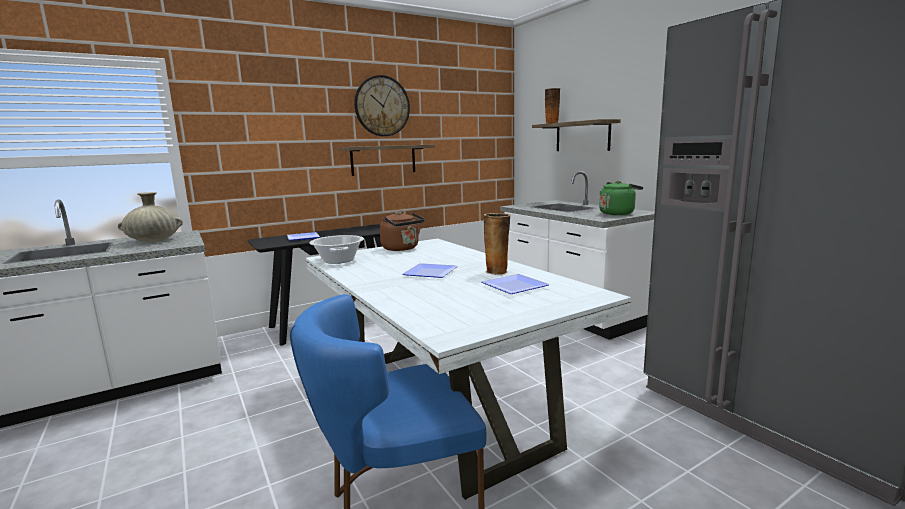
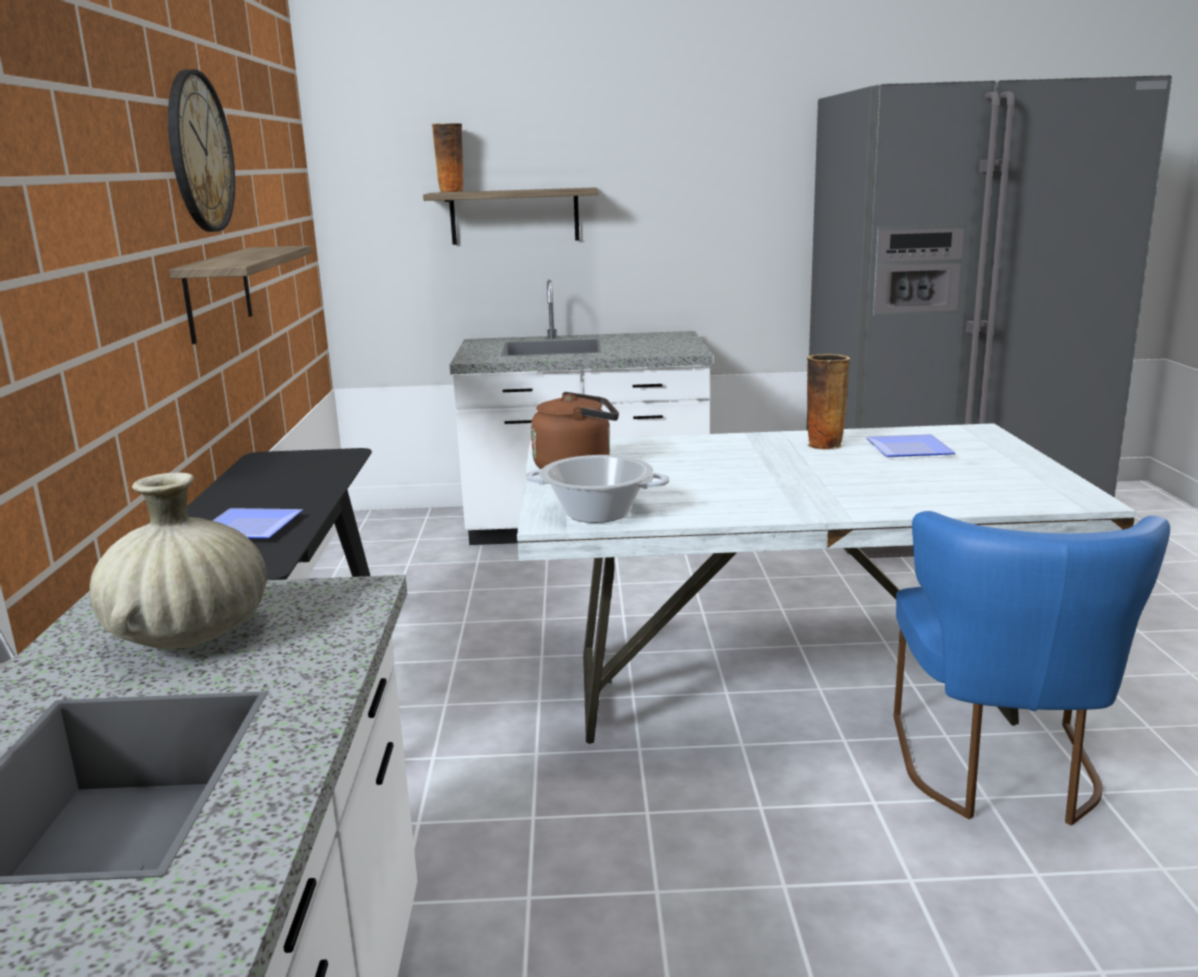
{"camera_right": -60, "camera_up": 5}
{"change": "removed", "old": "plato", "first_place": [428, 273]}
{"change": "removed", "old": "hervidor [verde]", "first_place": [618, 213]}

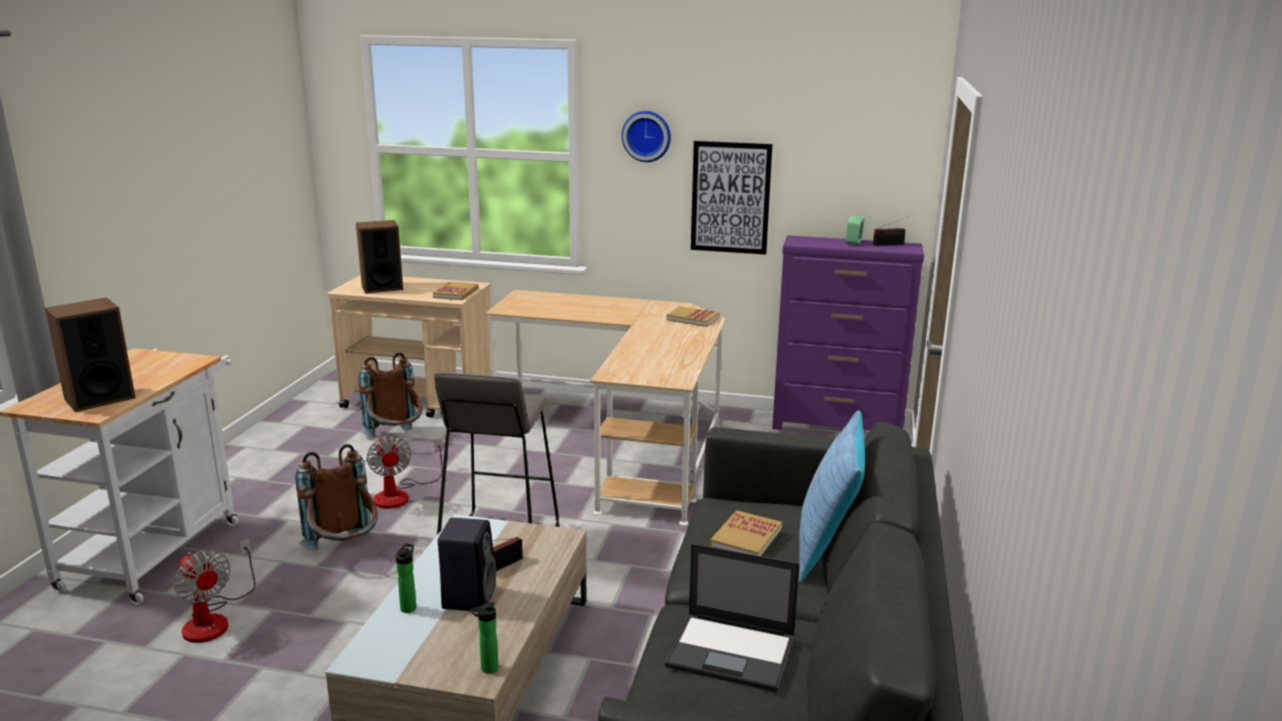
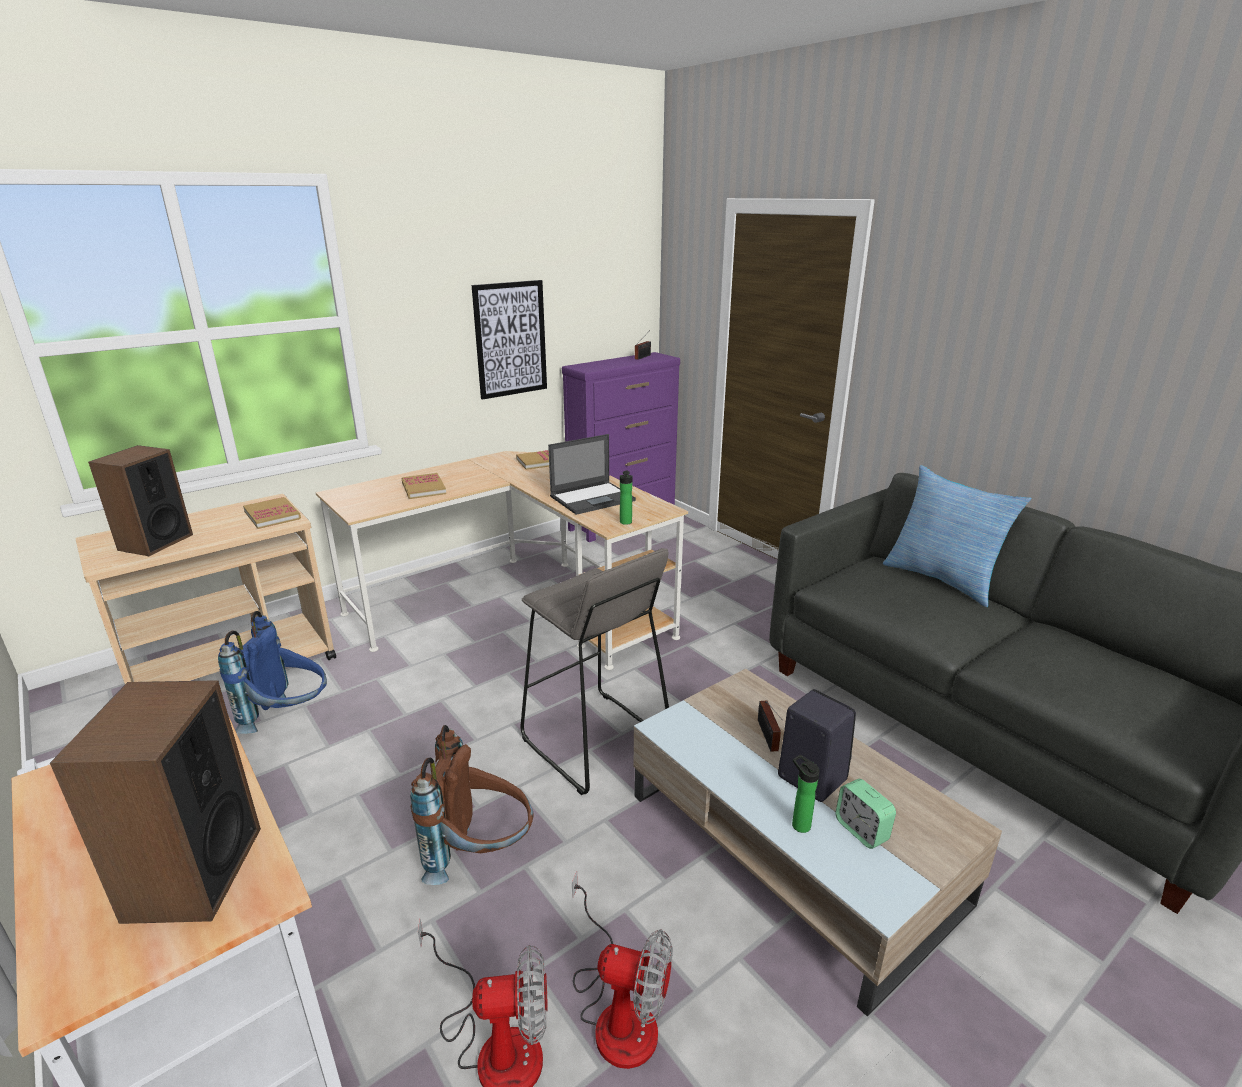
{"camera_right": -50, "camera_up": 5}
{"change": "recoloured", "old": "mochila [marrón]", "new": "mochila [azul]", "first_place": [396, 439], "second_place": [289, 718]}
{"change": "moved", "old": "ventilador", "first_place": [400, 494], "second_place": [617, 1011]}
{"change": "moved", "old": "botella", "first_place": [487, 669], "second_place": [625, 523]}
{"change": "removed", "old": "reloj de pared", "first_place": [647, 136]}
{"change": "moved", "old": "portátil", "first_place": [732, 652], "second_place": [593, 498]}
{"change": "moved", "old": "libro", "first_place": [746, 538], "second_place": [423, 488]}
{"change": "moved", "old": "despertador", "first_place": [853, 242], "second_place": [861, 830]}

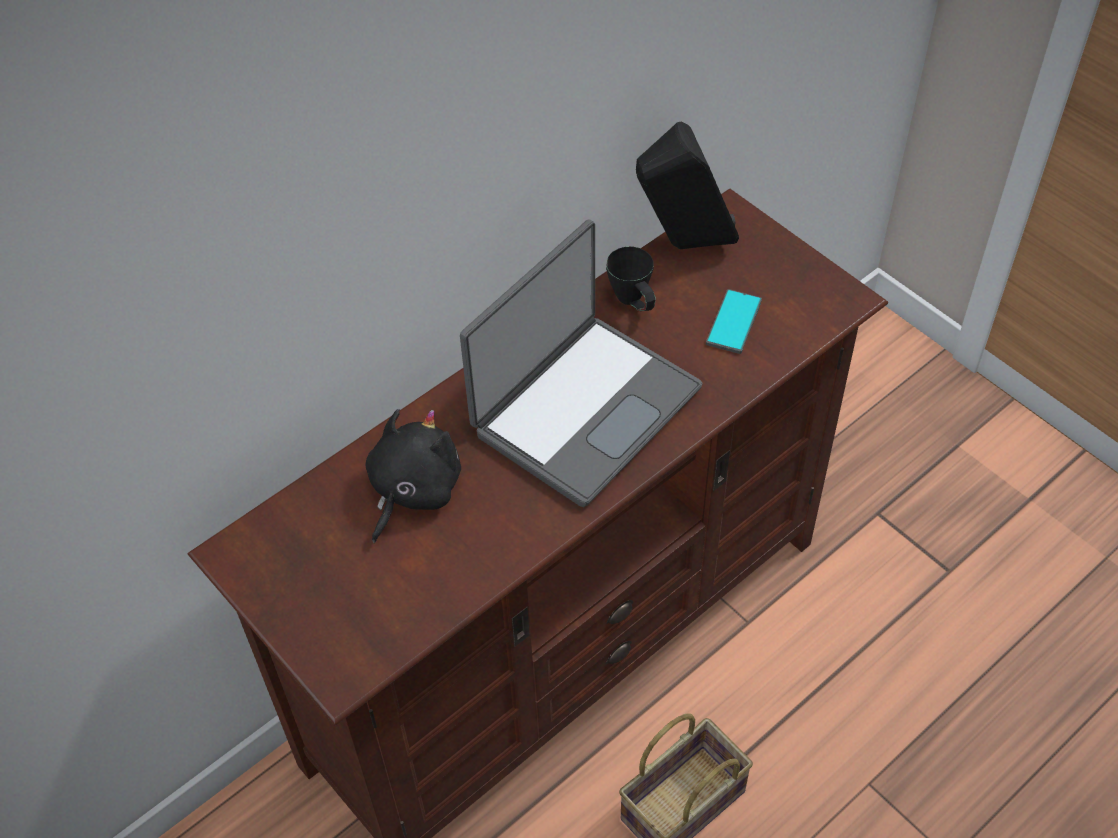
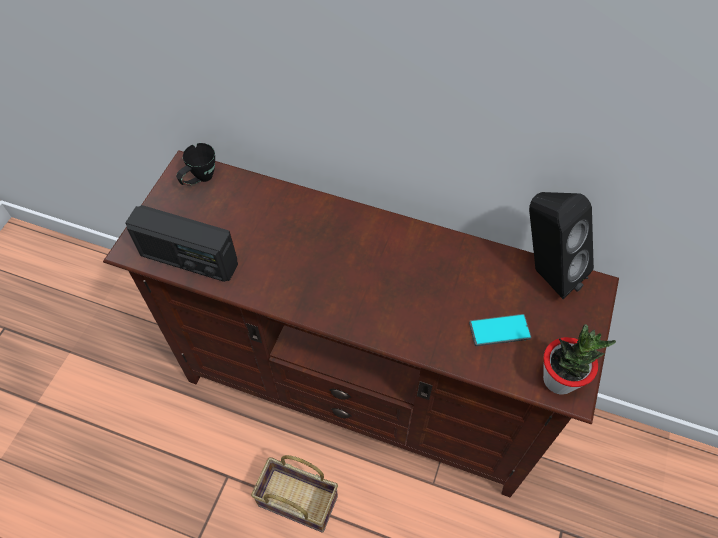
{"camera_right": 60, "camera_up": 5}
{"change": "removed", "old": "peluche [negro]", "first_place": [412, 490]}
{"change": "removed", "old": "portátil", "first_place": [584, 408]}
{"change": "moved", "old": "taza grande [negro]", "first_place": [634, 303], "second_place": [199, 180]}
{"change": "added", "new": "radio", "second_place": [188, 259]}
{"change": "added", "new": "planta en maceta", "second_place": [559, 379]}

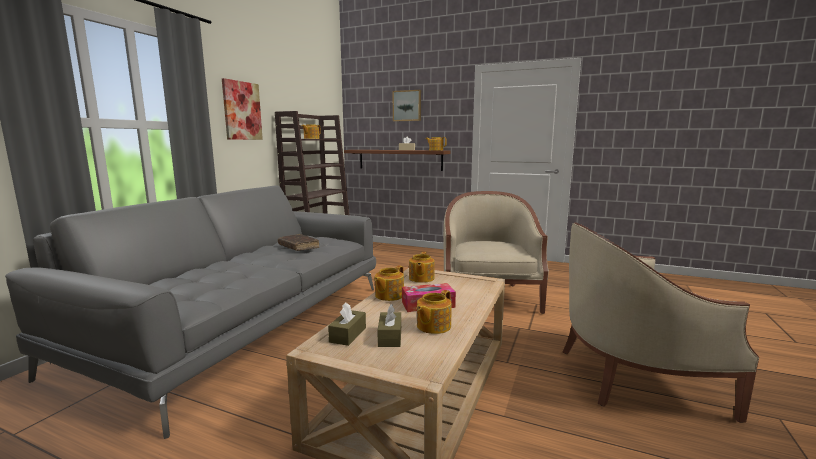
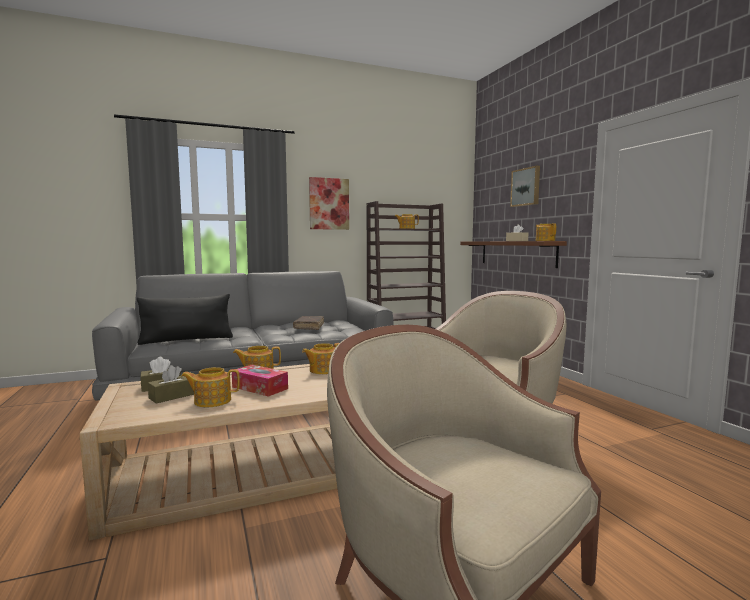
{"camera_right": 45, "camera_up": -5}
{"change": "added", "new": "cojín [negro]", "second_place": [187, 340]}

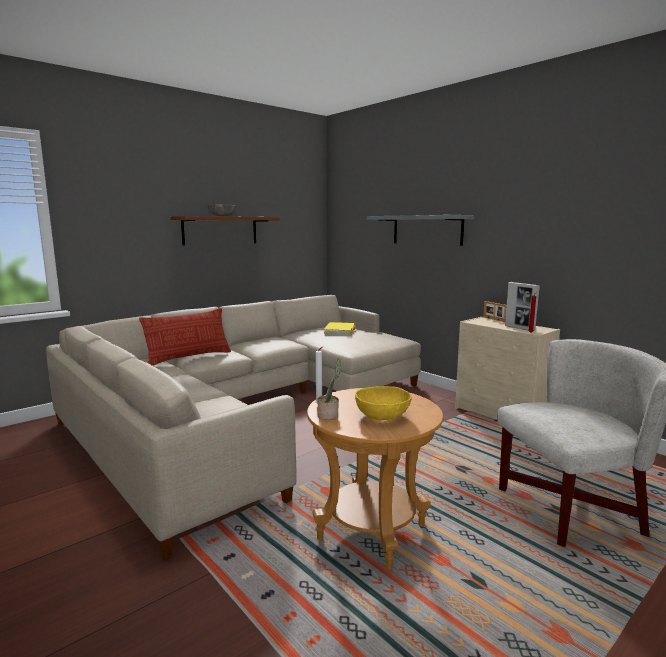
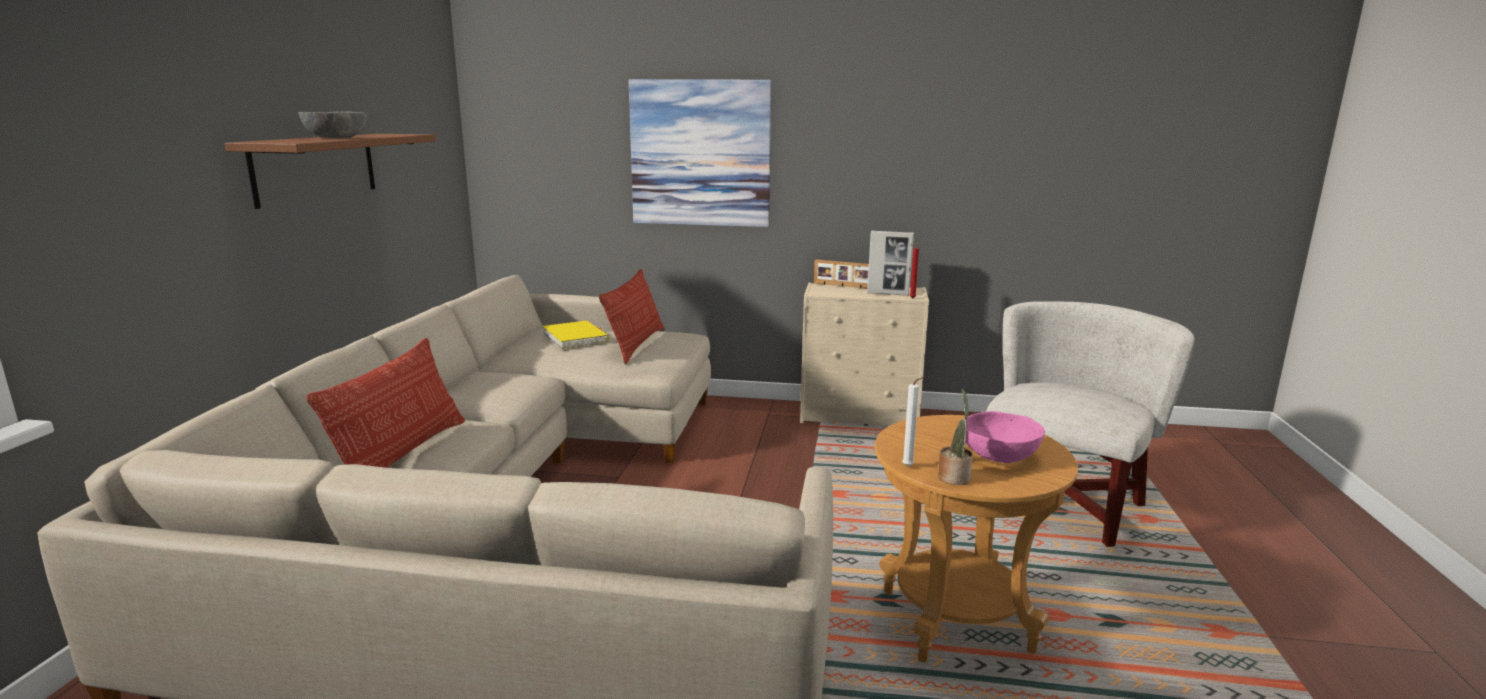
{"camera_right": -40, "camera_up": 5}
{"change": "recoloured", "old": "cuenco [amarillo]", "new": "cuenco [rosa]", "first_place": [382, 416], "second_place": [999, 455]}
{"change": "replaced", "old": "estante [gris]", "new": "cuadro", "first_place": [427, 230], "second_place": [700, 153]}
{"change": "added", "new": "cojín", "second_place": [636, 344]}

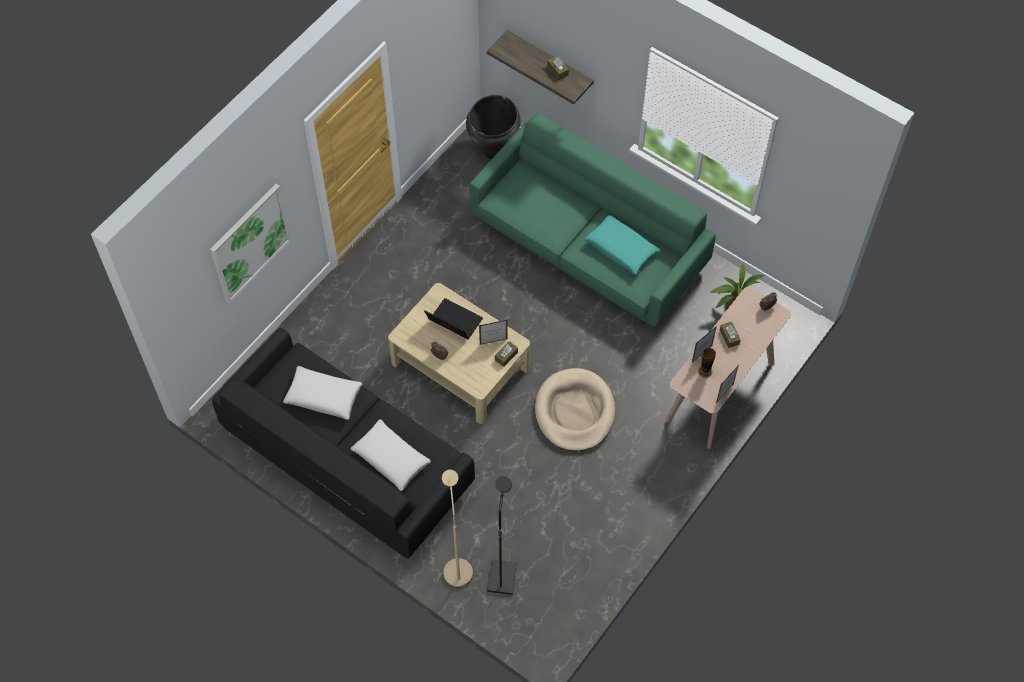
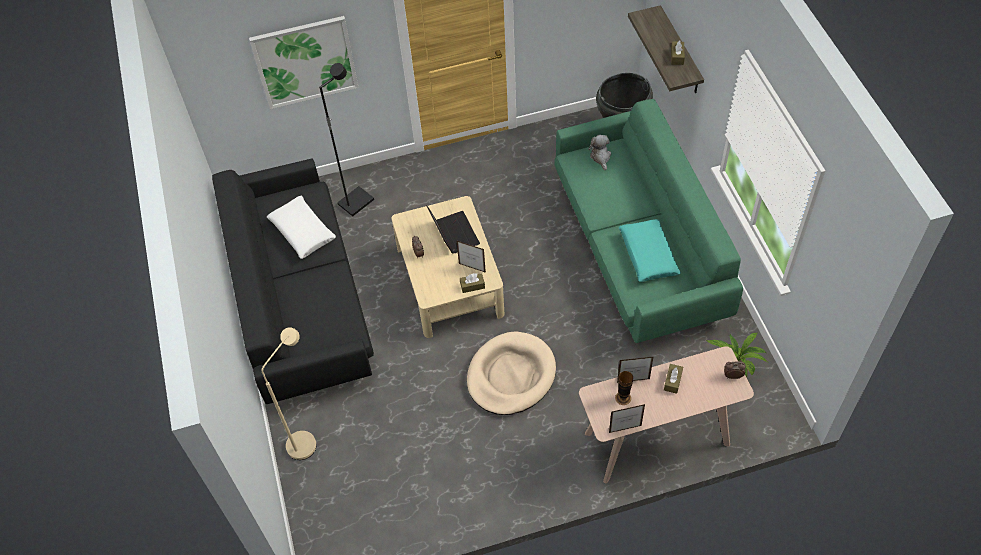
{"camera_right": 40, "camera_up": -5}
{"change": "removed", "old": "cojín [blanco]", "first_place": [391, 458]}
{"change": "moved", "old": "lámpara de pie [negro]", "first_place": [501, 577], "second_place": [355, 202]}
{"change": "added", "new": "peluche", "second_place": [600, 157]}

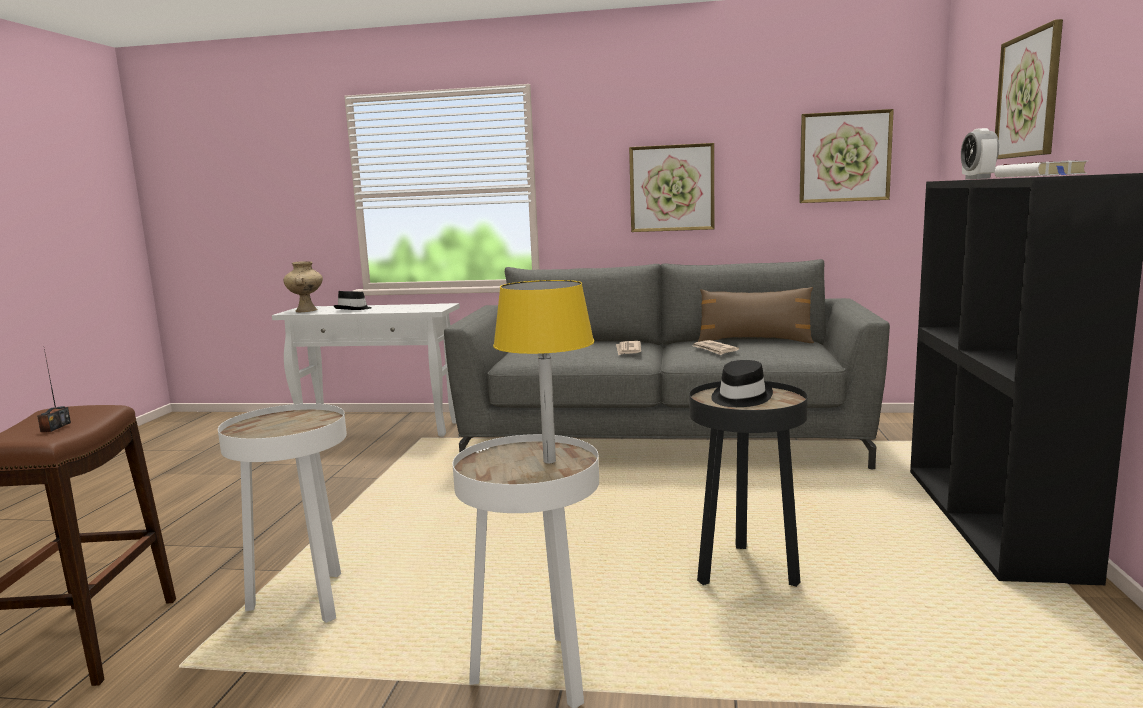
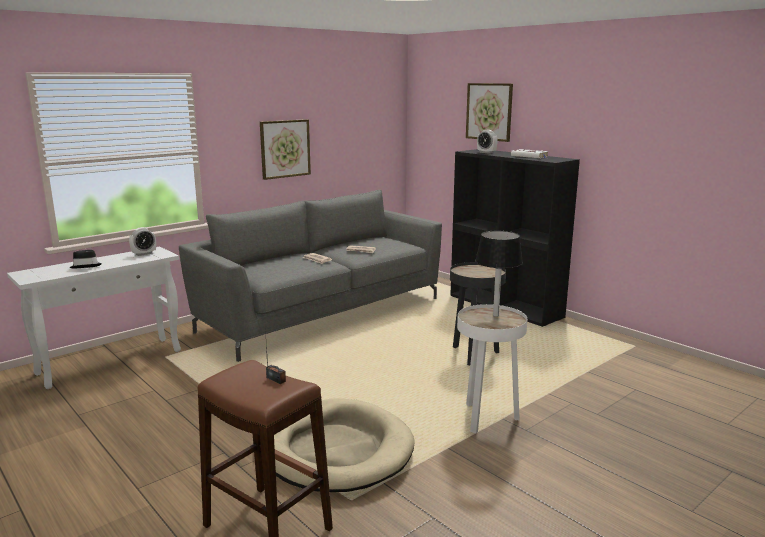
{"camera_right": -50, "camera_up": 5}
{"change": "replaced", "old": "mesa auxiliar [blanco]", "new": "cama para perro [beis]", "first_place": [305, 601], "second_place": [334, 450]}
{"change": "removed", "old": "florero [beis]", "first_place": [307, 310]}
{"change": "recoloured", "old": "lámpara de mesa [amarillo]", "new": "lámpara de mesa [negro]", "first_place": [550, 461], "second_place": [495, 315]}
{"change": "removed", "old": "cojín [marrón]", "first_place": [754, 341]}
{"change": "removed", "old": "sombrero [negro]", "first_place": [740, 398]}
{"change": "removed", "old": "cuadro", "first_place": [844, 157]}
{"change": "added", "new": "despertador", "second_place": [144, 254]}

